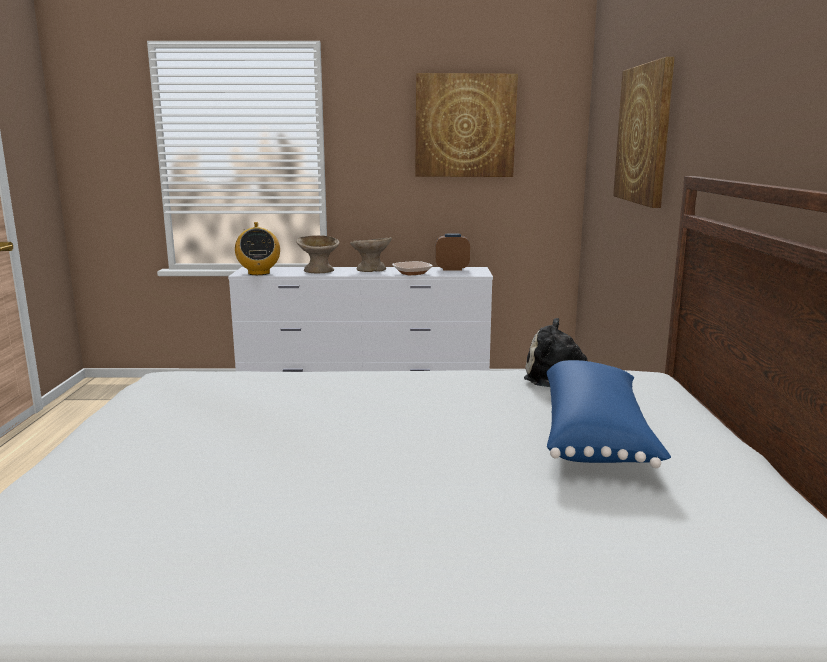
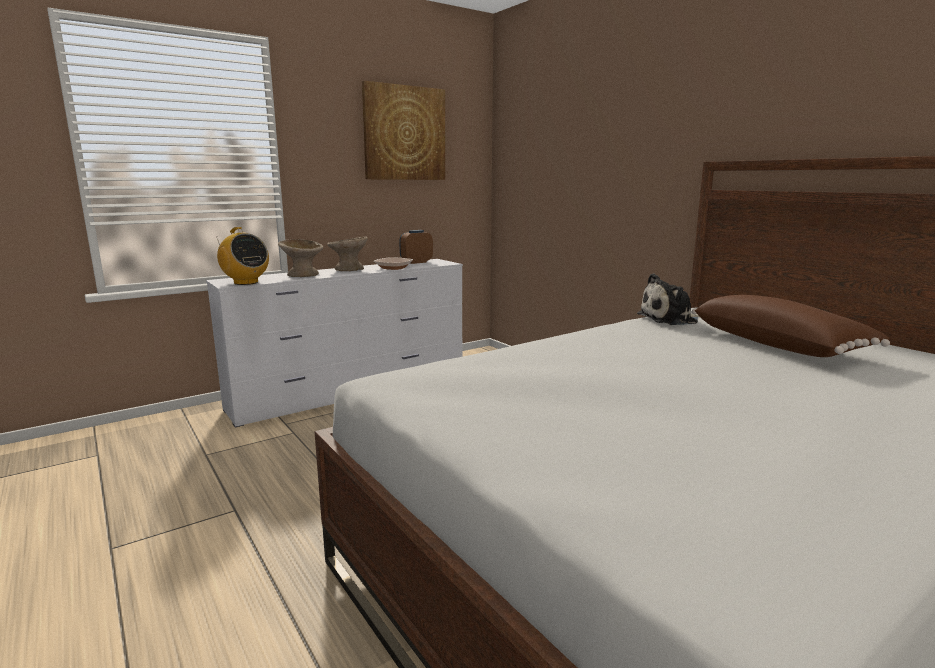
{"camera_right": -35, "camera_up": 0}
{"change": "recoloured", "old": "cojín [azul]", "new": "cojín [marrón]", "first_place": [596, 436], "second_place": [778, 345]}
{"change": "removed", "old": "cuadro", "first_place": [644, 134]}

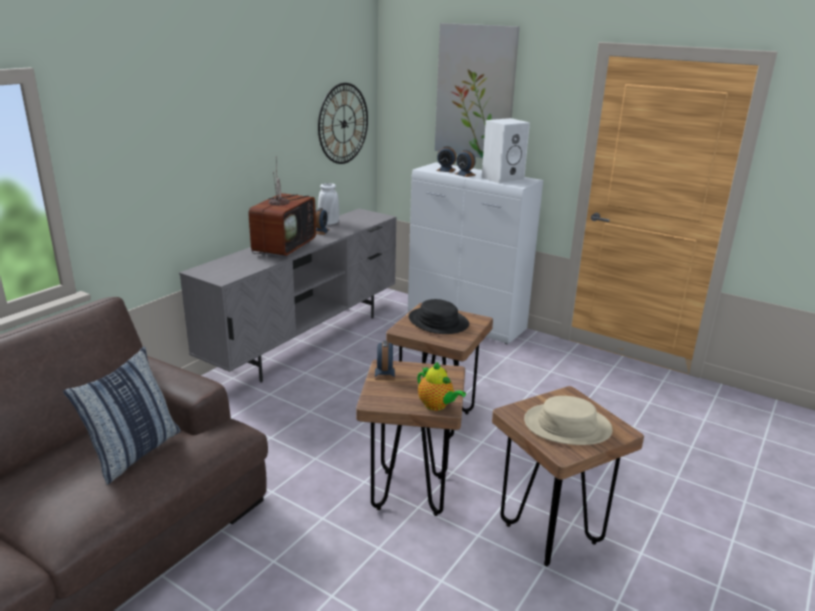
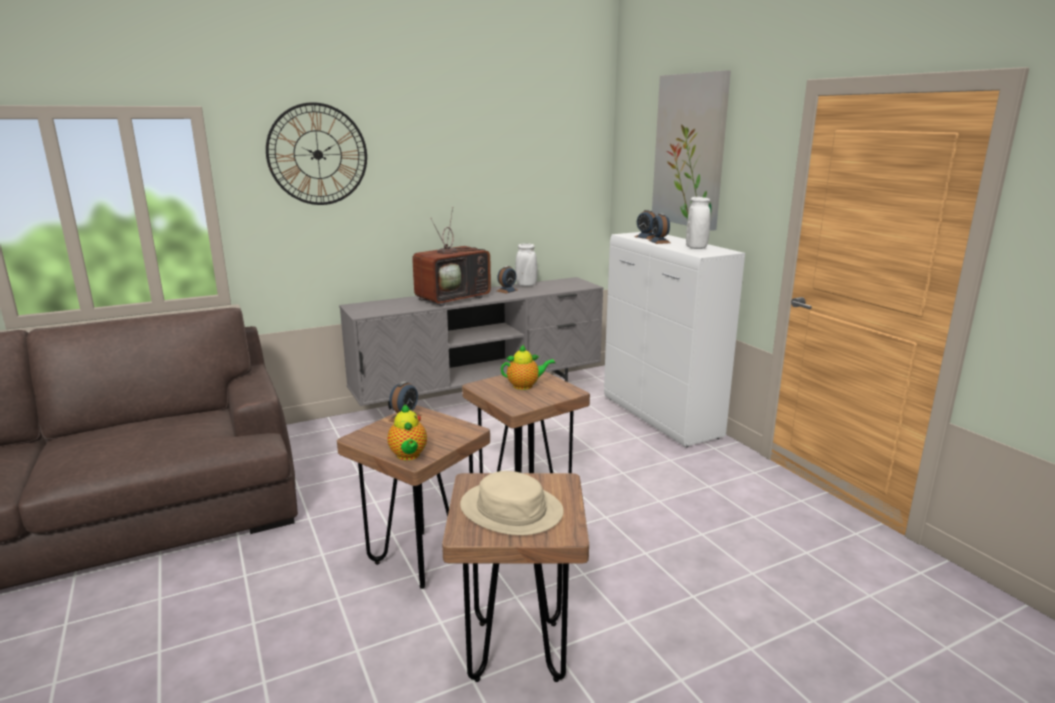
{"camera_right": 30, "camera_up": -5}
{"change": "removed", "old": "cojín", "first_place": [134, 453]}
{"change": "moved", "old": "reloj de pared", "first_place": [343, 124], "second_place": [317, 154]}
{"change": "replaced", "old": "sombrero [negro]", "new": "tetera", "first_place": [438, 322], "second_place": [525, 386]}
{"change": "replaced", "old": "altavoz [blanco]", "new": "florero [blanco]", "first_place": [503, 178], "second_place": [696, 248]}

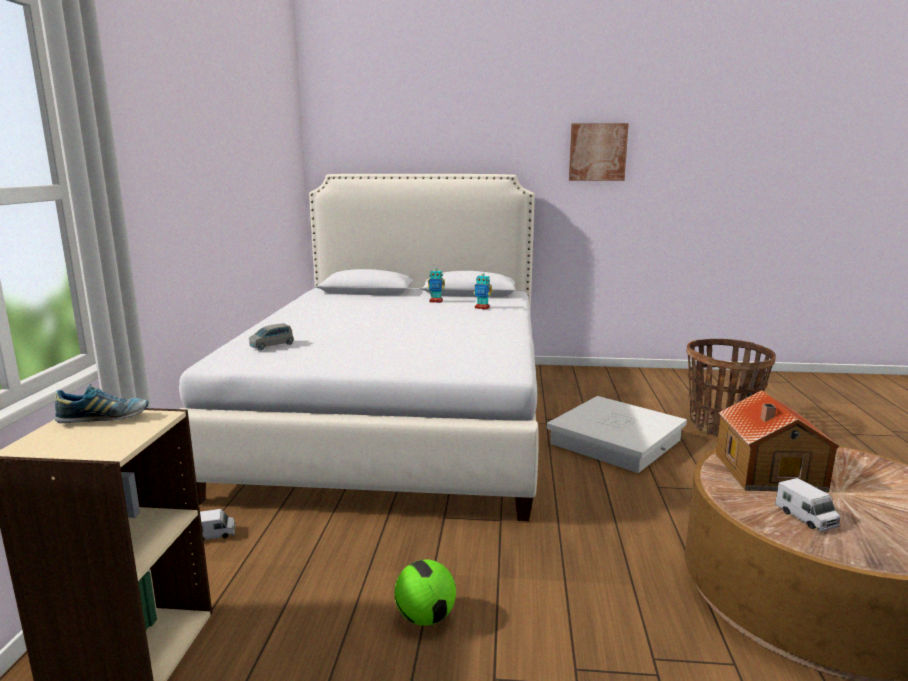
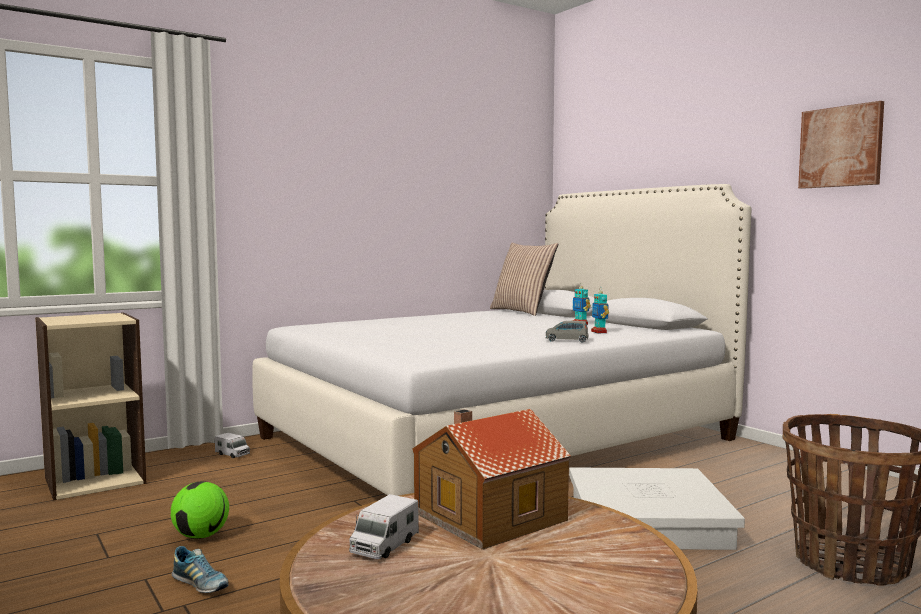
{"camera_right": 50, "camera_up": -10}
{"change": "moved", "old": "zapato", "first_place": [104, 419], "second_place": [200, 585]}
{"change": "moved", "old": "coche de juguete [gris]", "first_place": [271, 345], "second_place": [566, 340]}
{"change": "added", "new": "cojín", "second_place": [522, 311]}

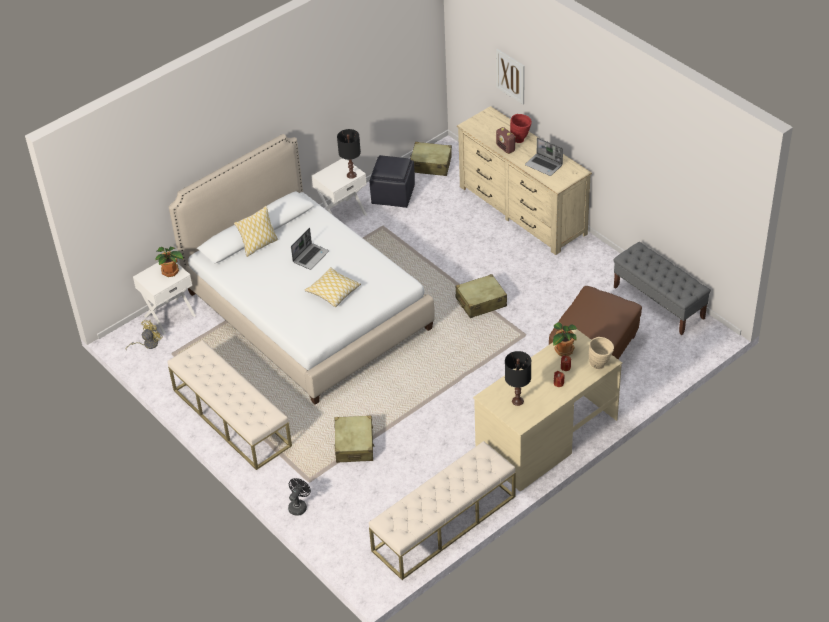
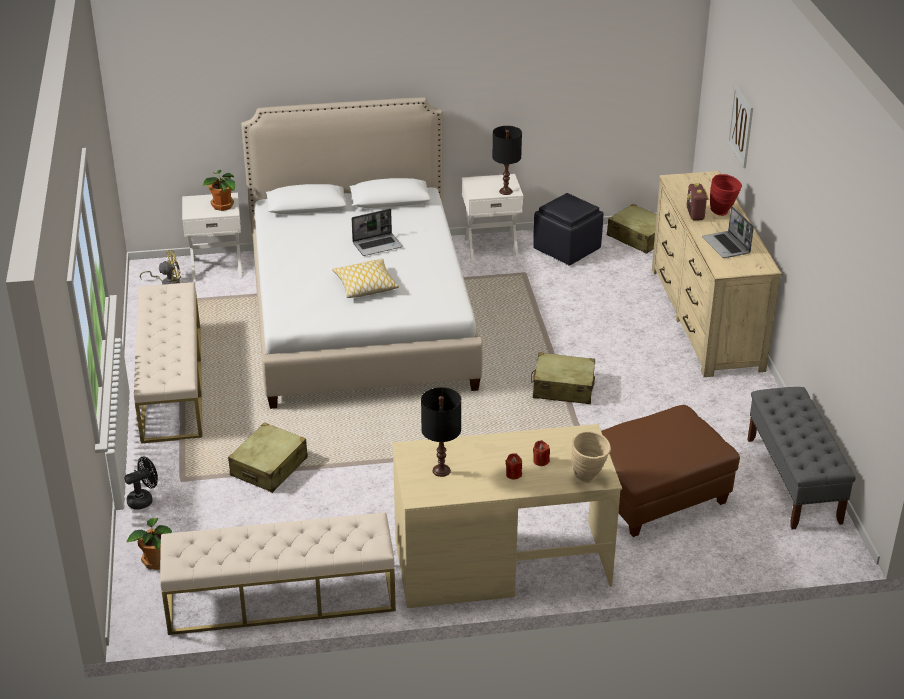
{"camera_right": 30, "camera_up": -10}
{"change": "removed", "old": "cojín", "first_place": [259, 245]}
{"change": "moved", "old": "planta en maceta", "first_place": [563, 350], "second_place": [155, 561]}

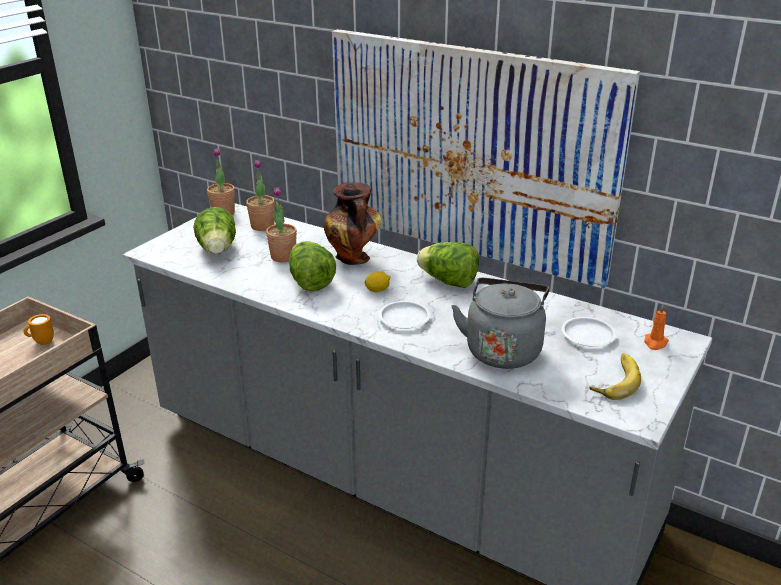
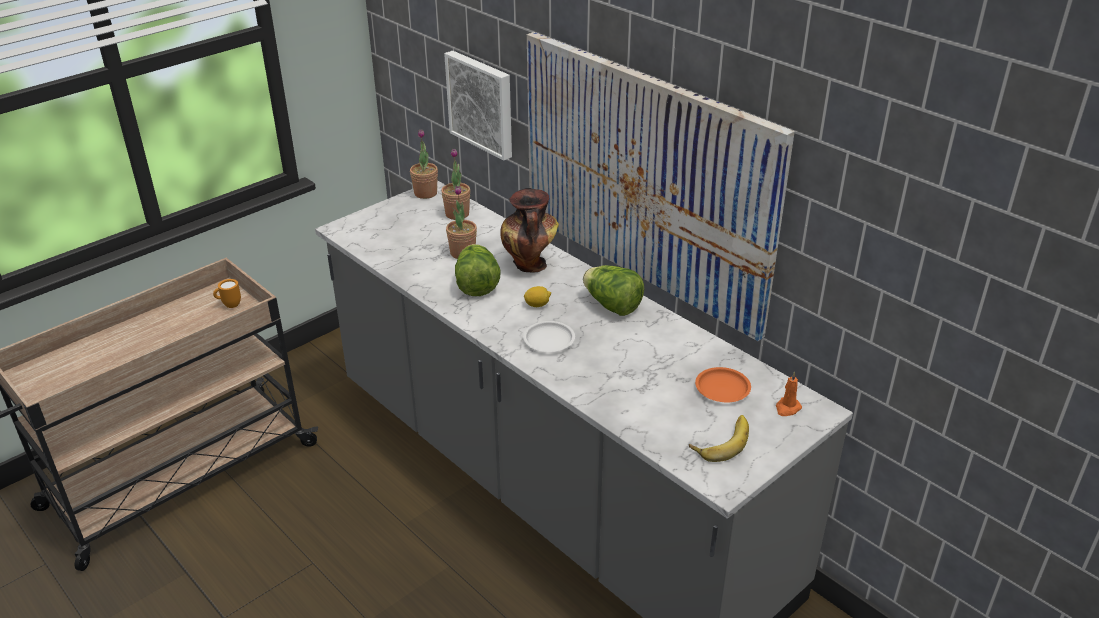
{"camera_right": 15, "camera_up": 5}
{"change": "removed", "old": "lechuga", "first_place": [218, 250]}
{"change": "removed", "old": "hervidor [gris]", "first_place": [503, 349]}
{"change": "recoloured", "old": "plato [blanco]", "new": "plato [naranja]", "first_place": [588, 335], "second_place": [722, 389]}
{"change": "added", "new": "cuadro", "second_place": [482, 103]}

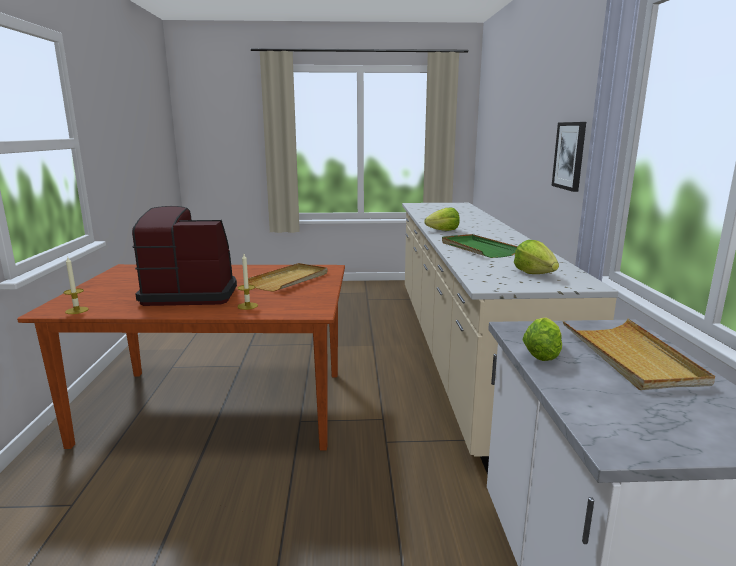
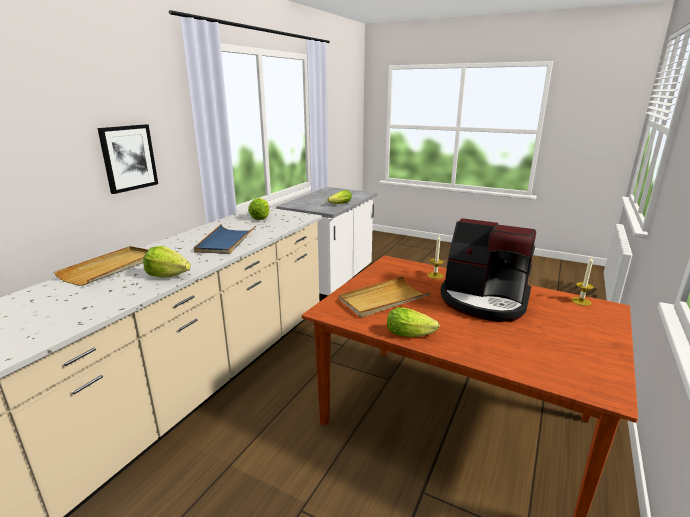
{"camera_right": -150, "camera_up": 5}
{"change": "recoloured", "old": "bandeja [verde]", "new": "bandeja [azul]", "first_place": [477, 248], "second_place": [226, 241]}
{"change": "moved", "old": "bandeja [beis]", "first_place": [630, 357], "second_place": [111, 268]}
{"change": "added", "new": "lechuga", "second_place": [412, 334]}

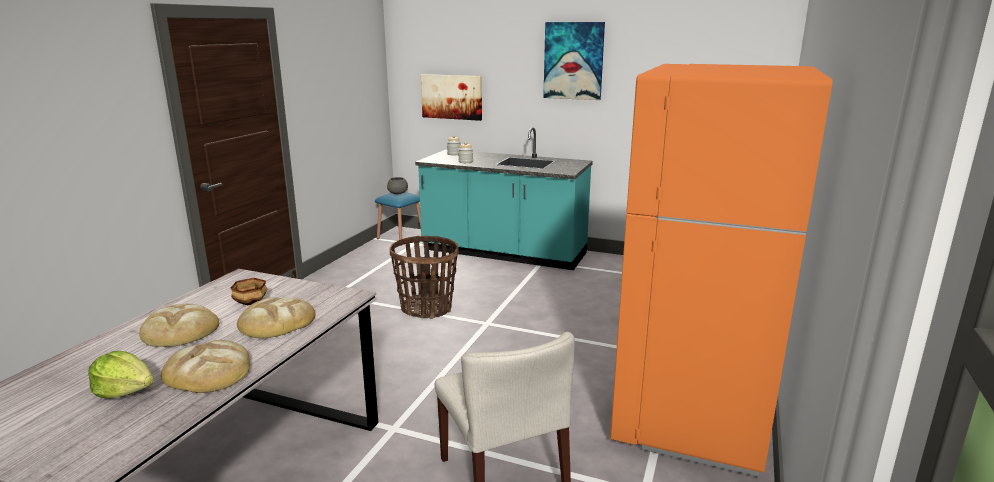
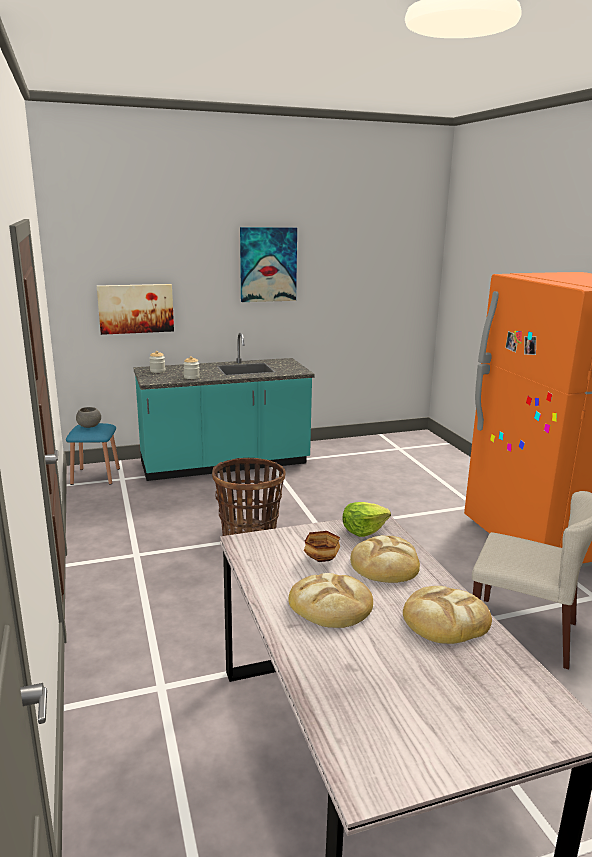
{"camera_right": -40, "camera_up": 0}
{"change": "moved", "old": "lechuga", "first_place": [125, 391], "second_place": [363, 530]}

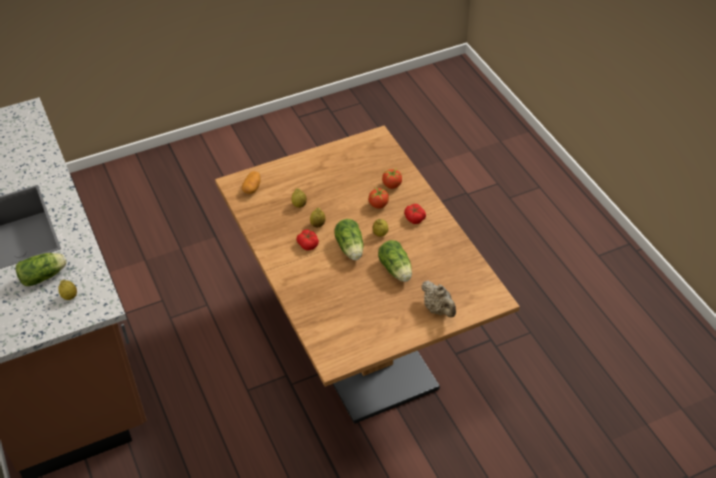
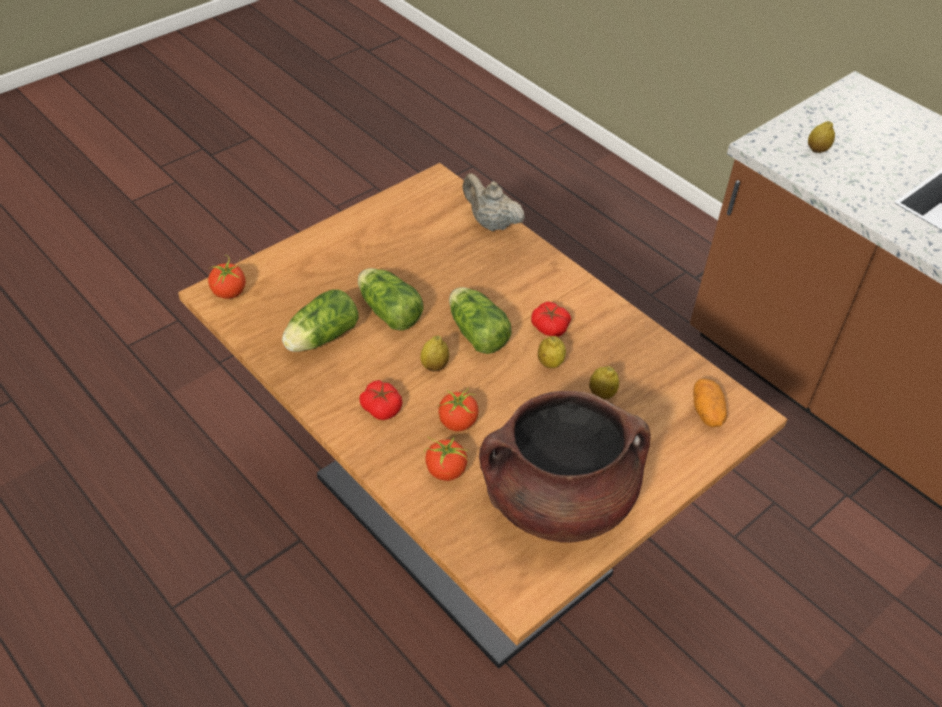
{"camera_right": 160, "camera_up": 0}
{"change": "moved", "old": "lechuga", "first_place": [45, 276], "second_place": [319, 338]}
{"change": "moved", "old": "tetera [beis]", "first_place": [438, 309], "second_place": [490, 223]}
{"change": "added", "new": "tomate", "second_place": [229, 292]}
{"change": "added", "new": "olla [marrón]", "second_place": [557, 501]}

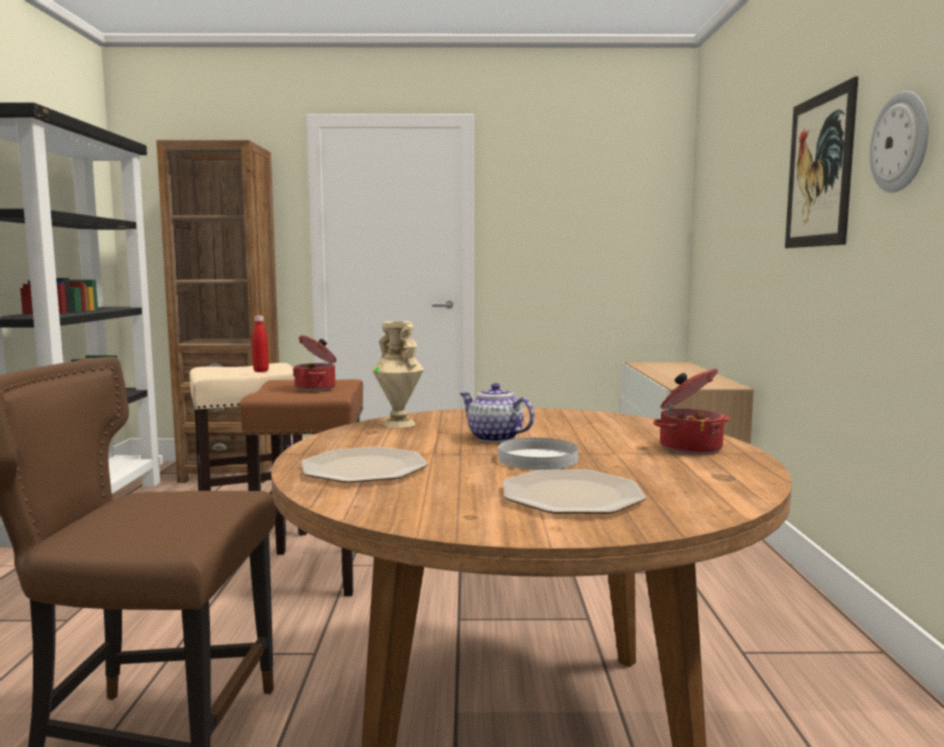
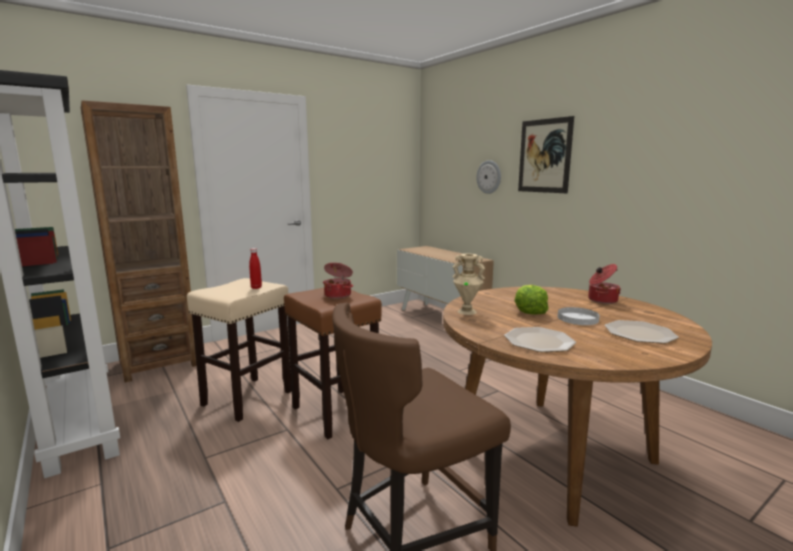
{"camera_right": -35, "camera_up": 5}
{"change": "replaced", "old": "tetera", "new": "lechuga", "first_place": [493, 438], "second_place": [529, 311]}
{"change": "moved", "old": "reloj de pared", "first_place": [901, 142], "second_place": [489, 177]}

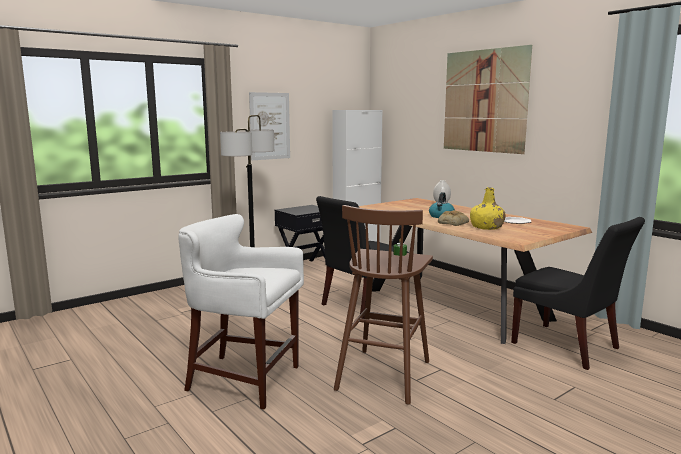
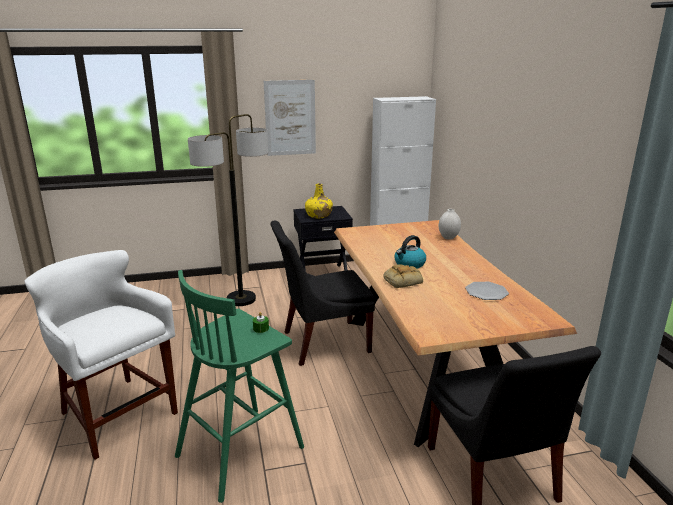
{"camera_right": 25, "camera_up": 10}
{"change": "recoloured", "old": "taburete [marrón]", "new": "taburete [verde]", "first_place": [384, 374], "second_place": [242, 450]}
{"change": "removed", "old": "cuadro", "first_place": [484, 101]}
{"change": "moved", "old": "botella [amarillo]", "first_place": [486, 227], "second_place": [318, 215]}

